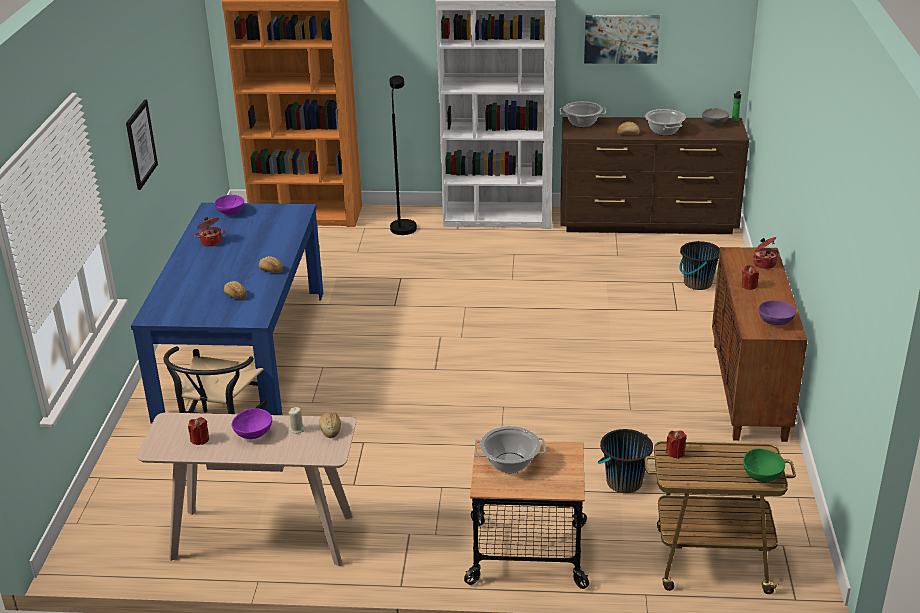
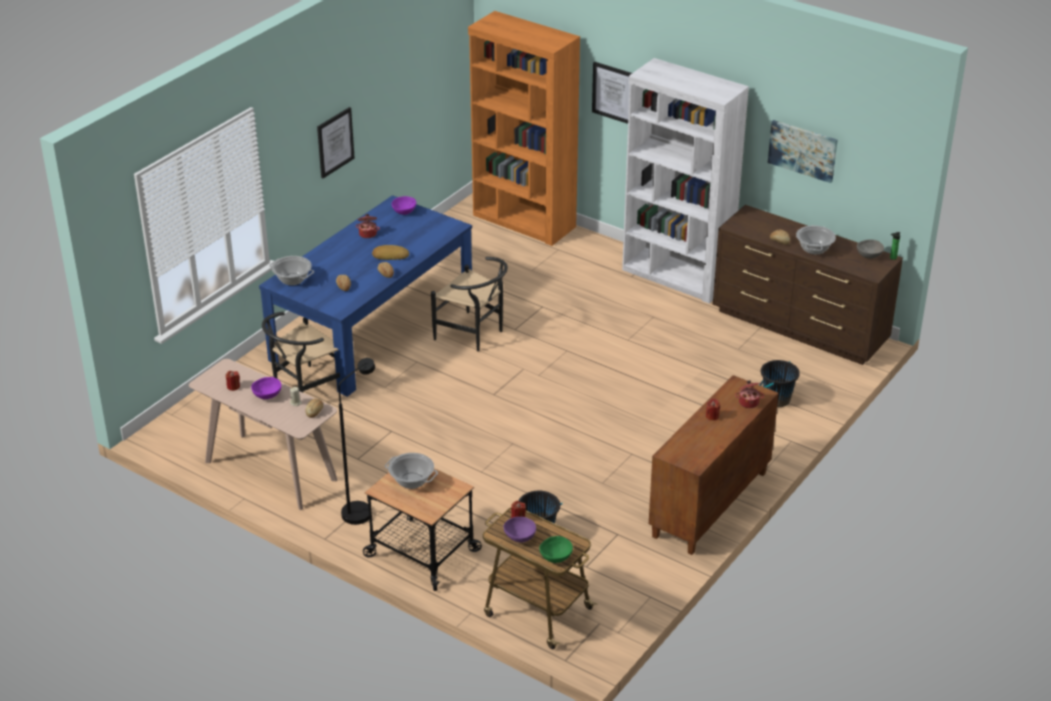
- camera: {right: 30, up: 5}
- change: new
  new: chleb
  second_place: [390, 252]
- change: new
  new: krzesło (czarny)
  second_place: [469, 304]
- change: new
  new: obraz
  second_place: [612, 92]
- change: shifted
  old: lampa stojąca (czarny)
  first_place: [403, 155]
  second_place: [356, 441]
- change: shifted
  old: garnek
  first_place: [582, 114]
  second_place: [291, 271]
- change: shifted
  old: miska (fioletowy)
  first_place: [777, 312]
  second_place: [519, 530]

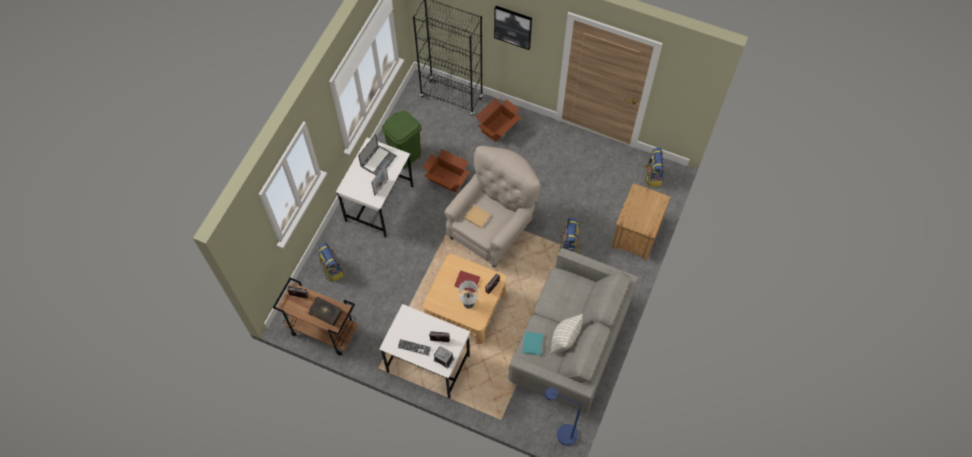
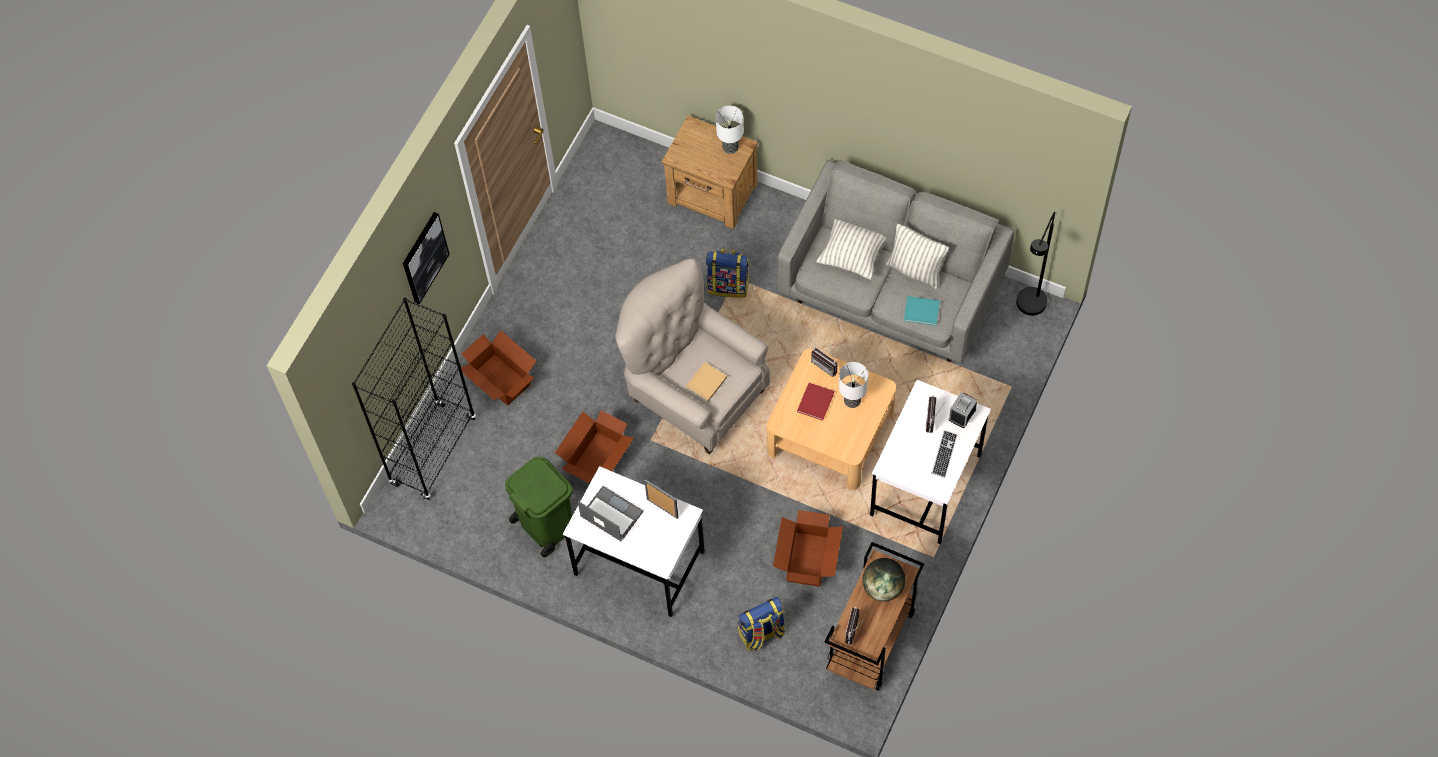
- camera: {right: -85, up: 0}
- change: gone
  old: plecak
  first_place: [654, 167]
- change: new
  new: lampa stołowa
  second_place: [730, 130]
- change: new
  new: karton
  second_place: [808, 548]
- change: new
  new: poduszka
  second_place: [851, 249]
- change: swapped
  old: książka
  new: globus
  first_place: [325, 311]
  second_place: [884, 580]
- change: repainted
  old: lampa stojąca (niebieski)
  new: lampa stojąca (czarny)
  first_place: [563, 416]
  second_place: [1035, 264]

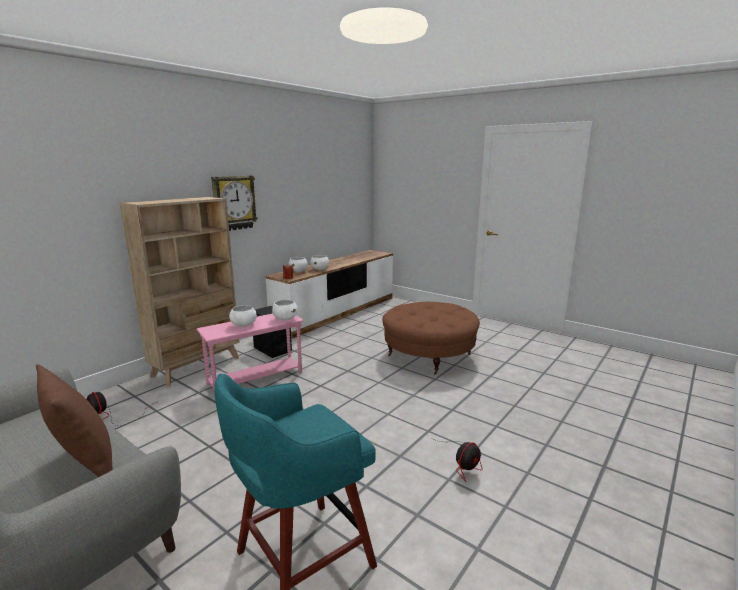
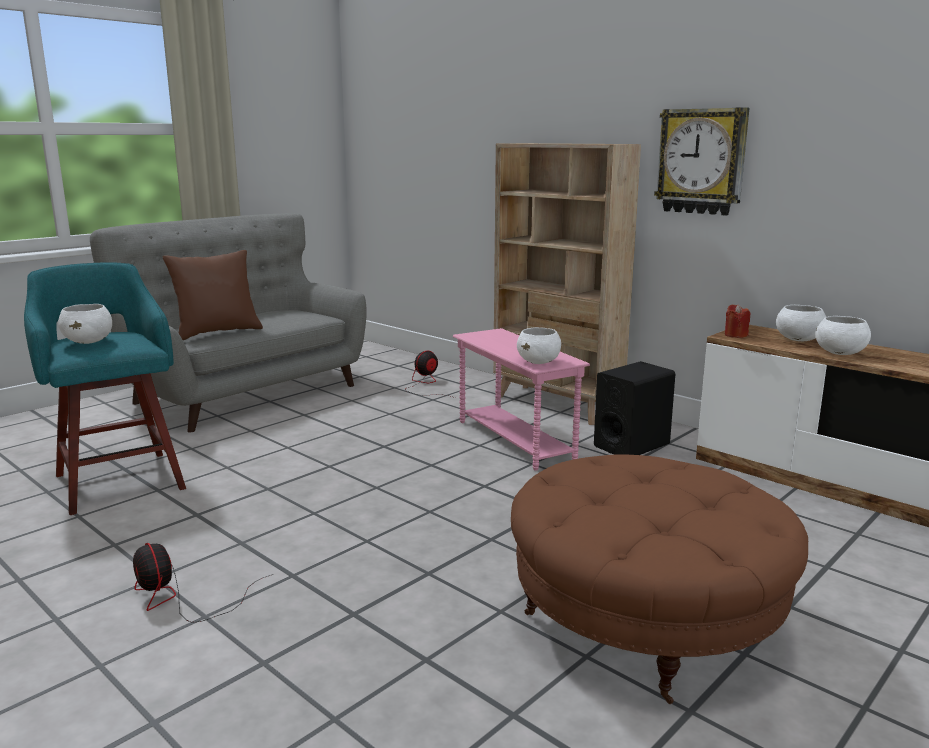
- camera: {right: 95, up: 0}
- change: shifted
  old: miska (biały)
  first_place: [243, 316]
  second_place: [85, 324]

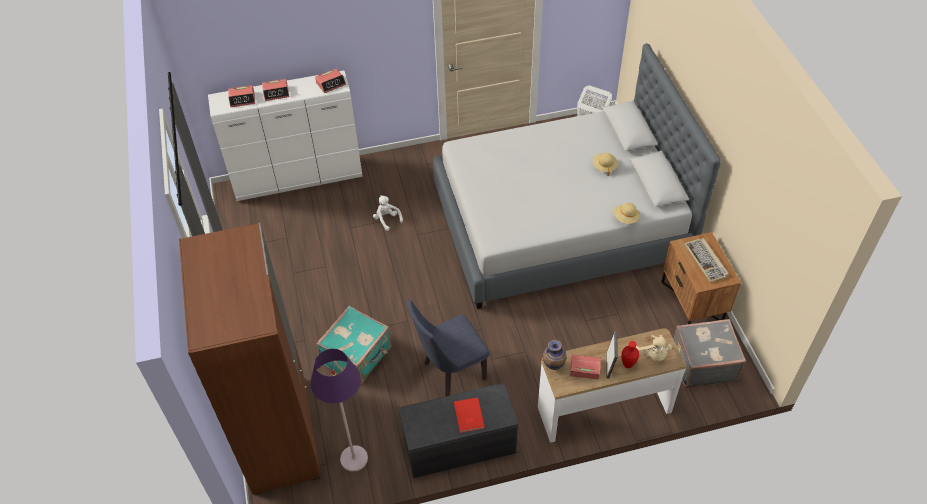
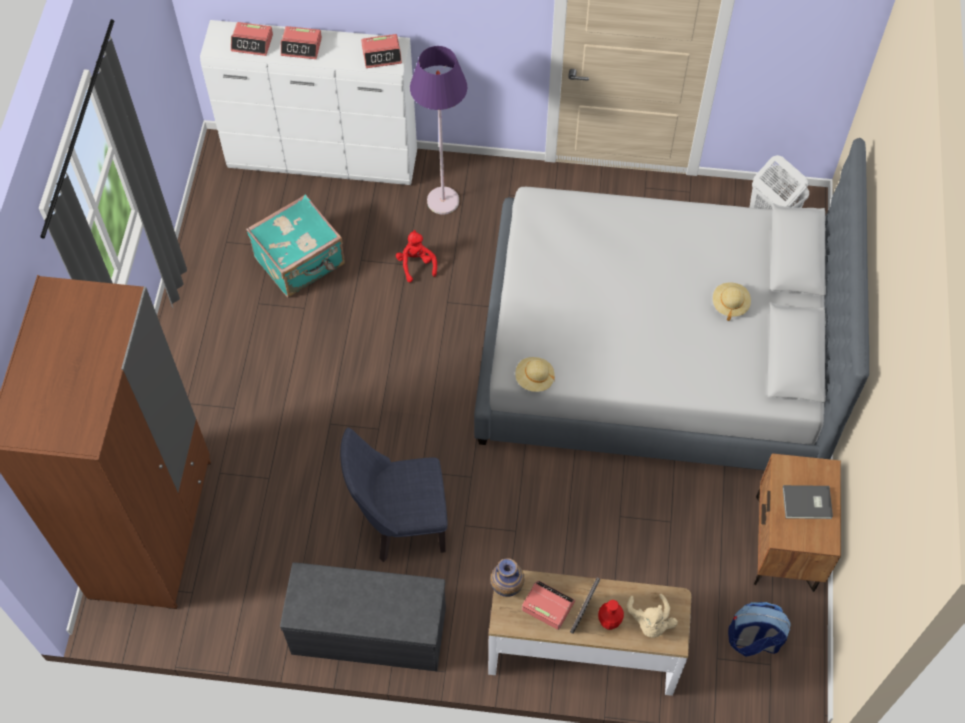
- camera: {right: 20, up: 10}
- change: gone
  old: książka (czerwony)
  first_place: [469, 415]
- change: shifted
  old: lampa stojąca (fioletowy)
  first_place: [339, 410]
  second_place: [438, 130]
- change: shifted
  old: walizka (turkusowy)
  first_place: [354, 345]
  second_place: [295, 246]
- change: shifted
  old: kapelusz (beżowy)
  first_place: [627, 213]
  second_place: [535, 374]
- change: swapped
  old: walizka (szary)
  new: plecak
  first_place: [709, 353]
  second_place: [759, 629]
- change: swapped
  old: klawiatura
  new: książka (szary)
  first_place: [706, 260]
  second_place: [808, 502]
- change: repainted
  old: pluszak (biały)
  new: pluszak (czerwony)
  first_place: [388, 213]
  second_place: [416, 256]

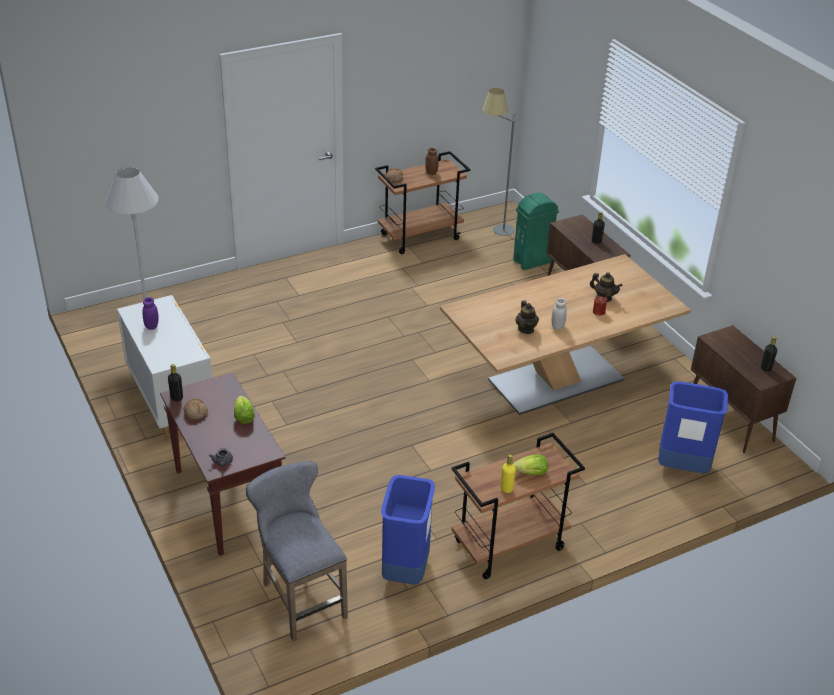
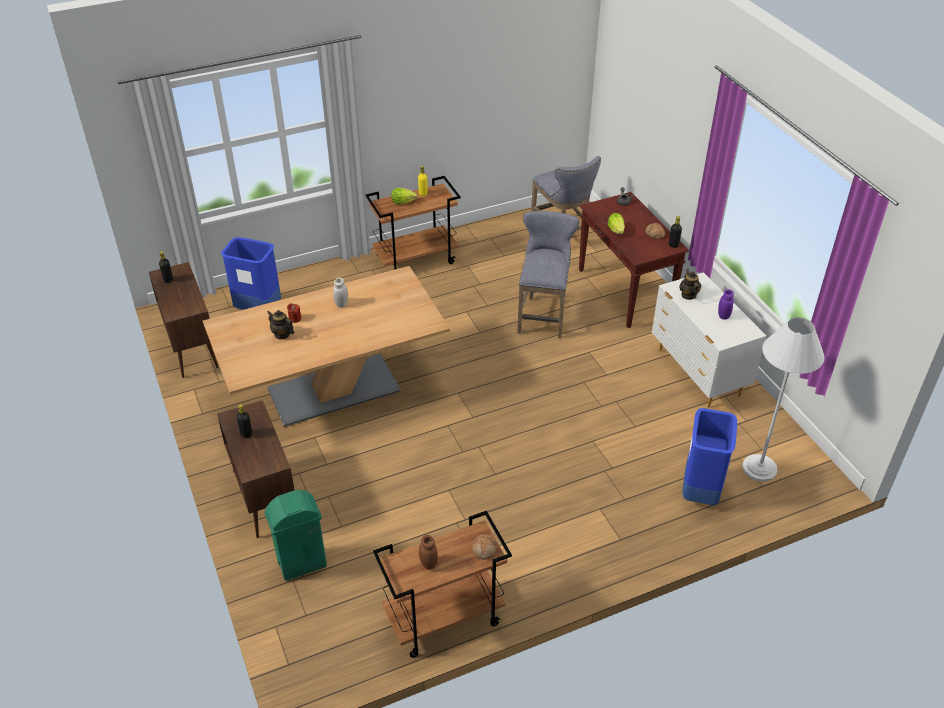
- camera: {right: -175, up: 5}
- change: gone
  old: lampa stojąca (szary)
  first_place: [498, 162]
- change: new
  new: stołek (szary)
  second_place: [548, 275]
- change: shifted
  old: kosz na śmieci (niebieski)
  first_place: [408, 530]
  second_place: [710, 456]
- change: shifted
  old: imbryk
  first_place: [527, 317]
  second_place: [690, 284]

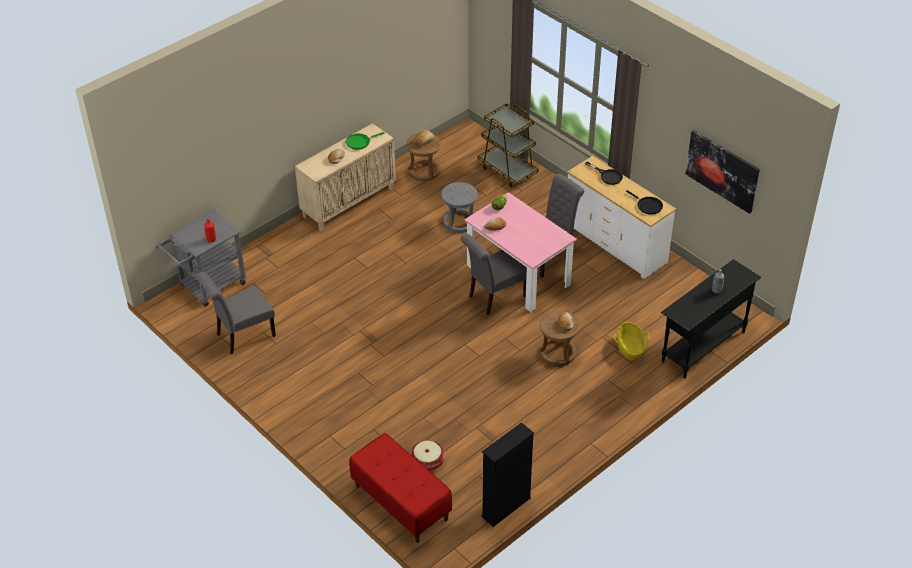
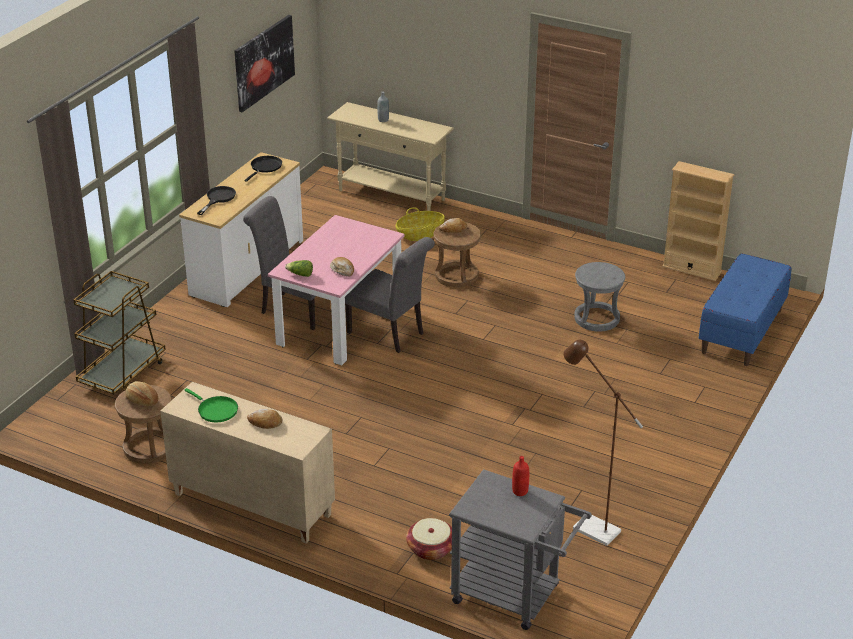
- camera: {right: -110, up: -10}
- change: shifted
  old: koszyk
  first_place: [427, 455]
  second_place: [429, 539]
- change: shifted
  old: stołek (szary)
  first_place: [459, 207]
  second_place: [599, 297]
- change: swapped
  old: krzesło (szary)
  new: lampa stojąca (brązowy)
  first_place: [236, 313]
  second_place: [603, 443]
- change: repainted
  old: ławka (czerwony)
  new: ławka (niebieski)
  first_place: [400, 488]
  second_place: [745, 309]
- change: repainted
  old: regał (czarny)
  new: regał (beżowy)
  first_place: [507, 474]
  second_place: [698, 221]
- change: repainted
  old: stolik konsolowy (czarny)
  new: stolik konsolowy (beżowy)
  first_place: [711, 318]
  second_place: [390, 156]

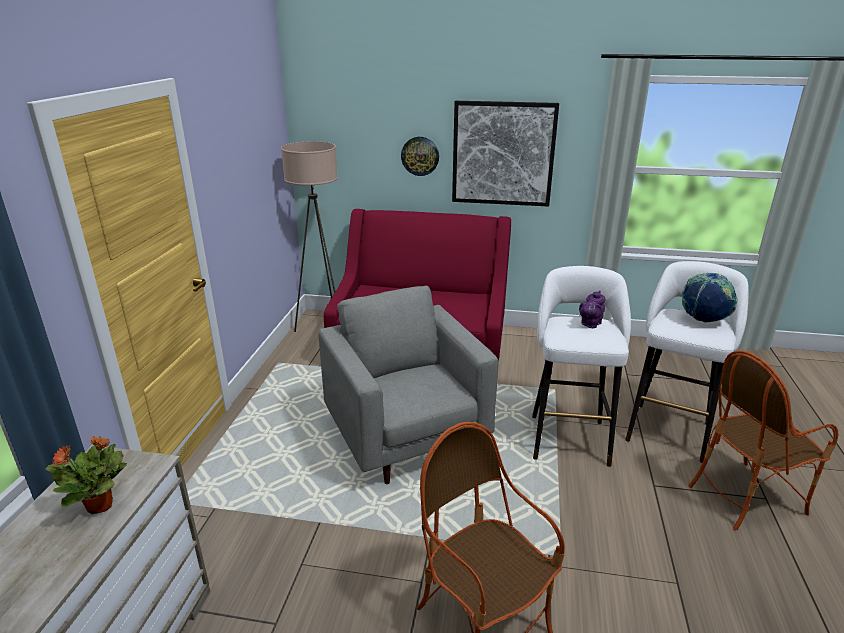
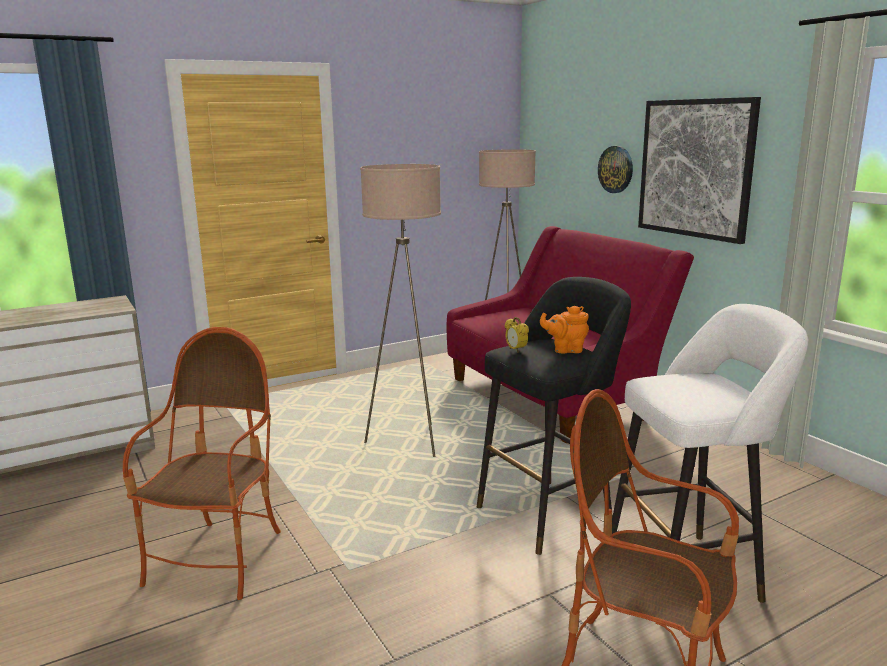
- camera: {right: 50, up: -10}
- change: gone
  old: roślina doniczkowa
  first_place: [86, 475]
- change: gone
  old: globus
  first_place: [710, 298]
- change: new
  new: budzik
  second_place: [517, 335]
- change: swapped
  old: fotel (szary)
  new: lampa stojąca (beżowy)
  first_place: [408, 385]
  second_place: [400, 310]
- change: repainted
  old: stołek (biały)
  new: stołek (czarny)
  first_place: [581, 366]
  second_place: [554, 416]
- change: repainted
  old: imbryk (fioletowy)
  new: imbryk (pomarańczowy)
  first_place: [592, 309]
  second_place: [564, 330]

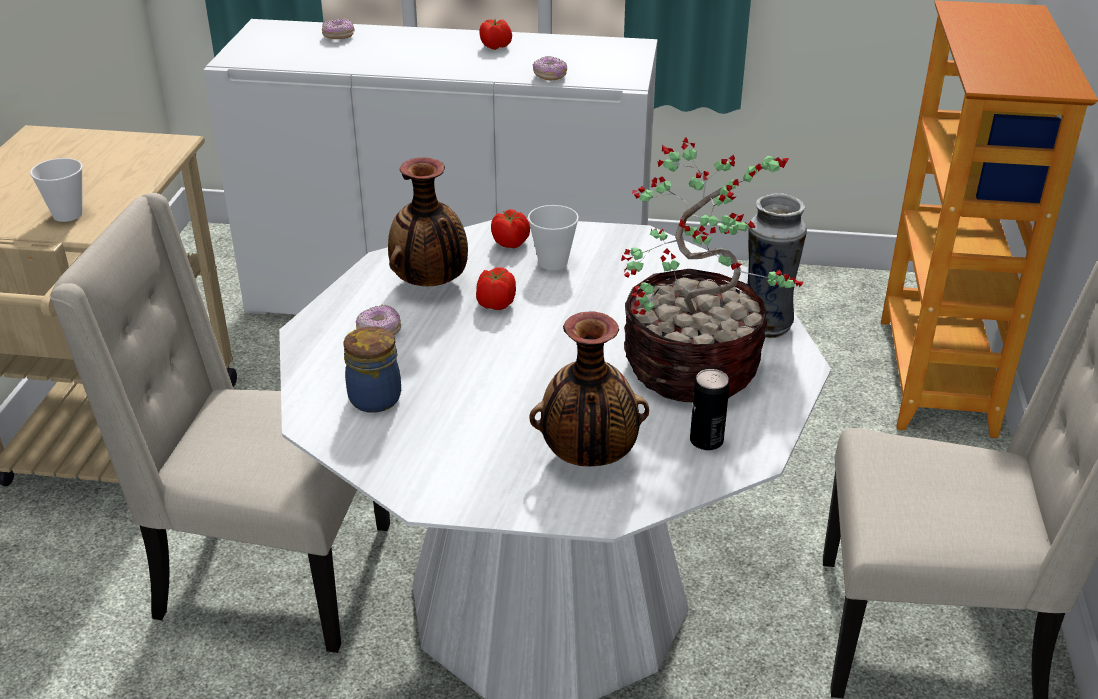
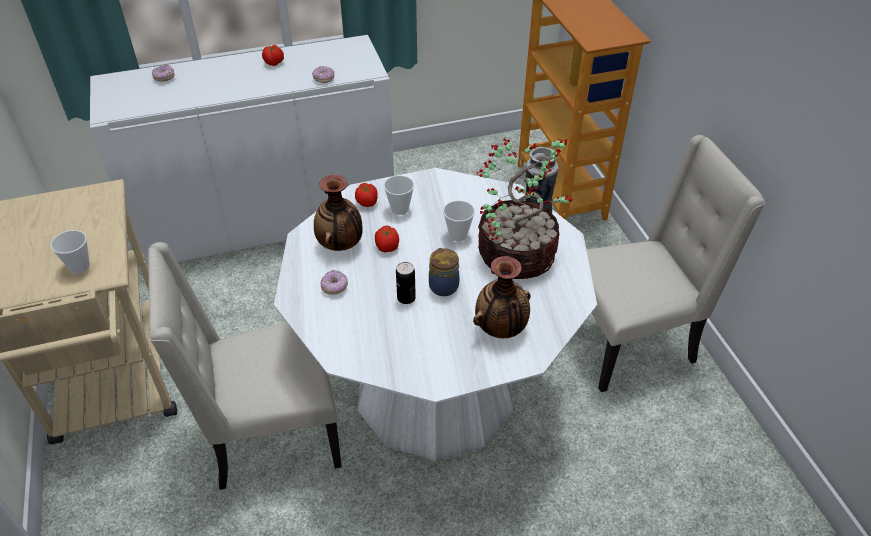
- camera: {right: -25, up: 10}
- change: new
  new: filiżanka
  second_place: [459, 220]
- change: shifted
  old: słoik
  first_place: [372, 369]
  second_place: [444, 272]
- change: shifted
  old: puszka
  first_place: [709, 409]
  second_place: [406, 283]

